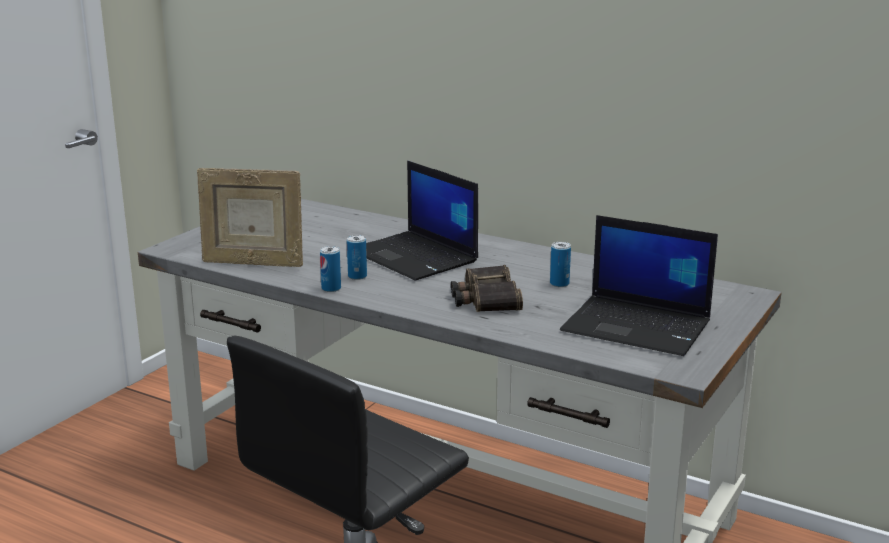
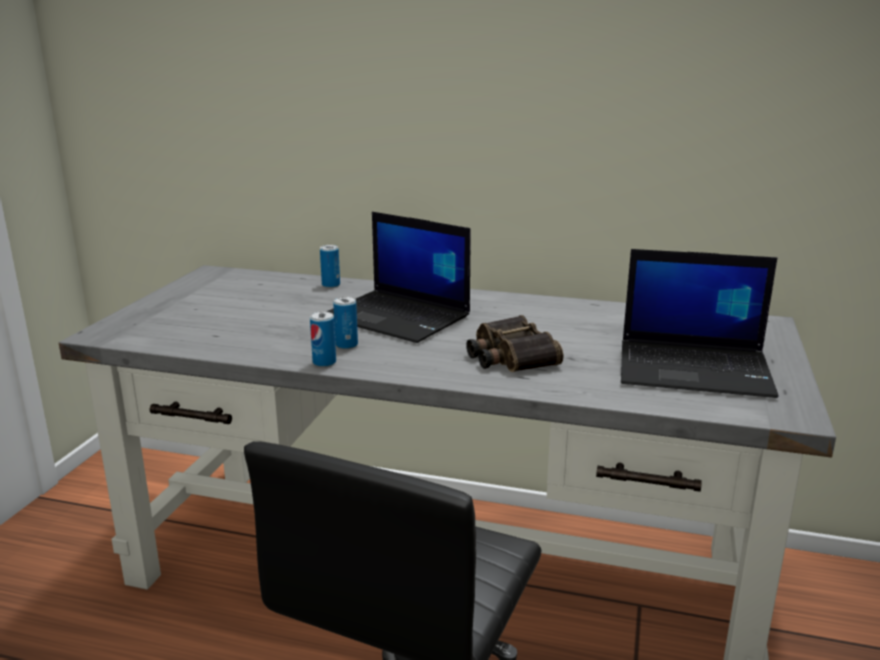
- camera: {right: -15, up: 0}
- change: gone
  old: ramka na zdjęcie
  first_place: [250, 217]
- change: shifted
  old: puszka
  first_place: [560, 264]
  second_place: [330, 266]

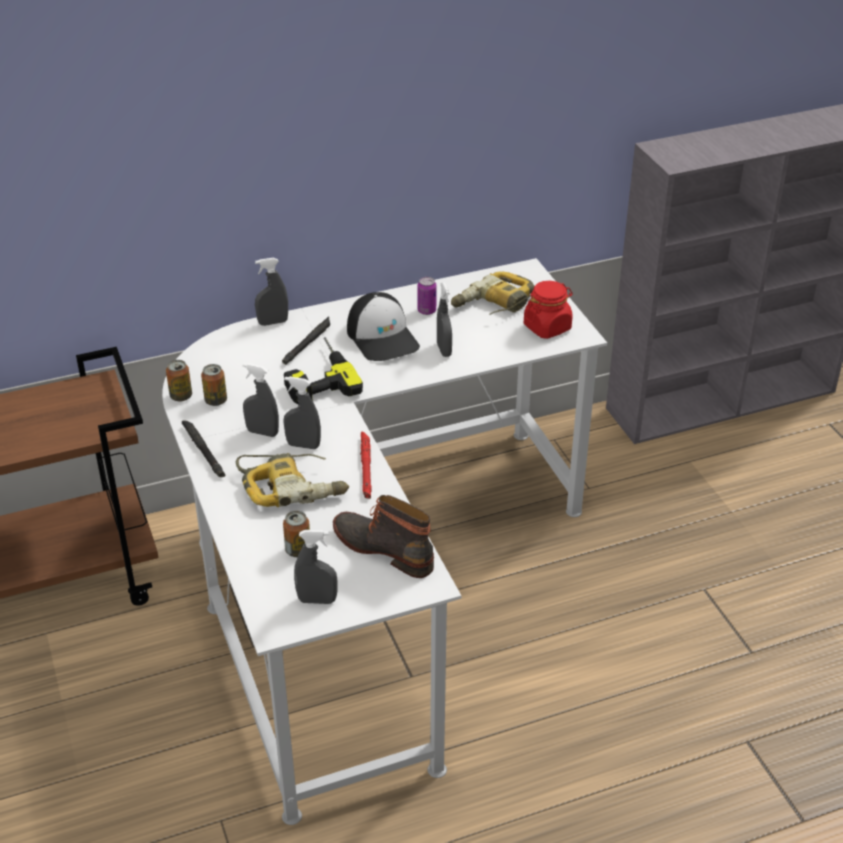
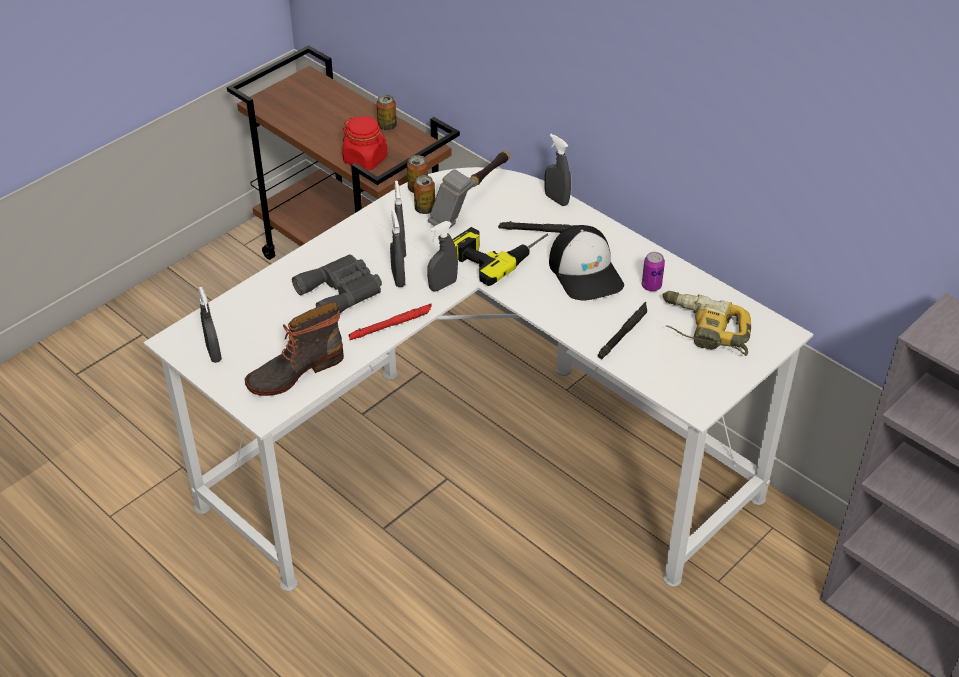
- camera: {right: 65, up: 5}
- change: new
  new: młotek
  second_place: [469, 190]
- change: shifted
  old: latarka (czarny)
  first_place: [204, 448]
  second_place: [622, 331]
- change: shifted
  old: puszka
  first_place: [296, 534]
  second_place: [386, 113]
- change: shifted
  old: spryskiwacz (szary)
  first_place: [444, 319]
  second_place: [442, 256]
- change: shifted
  old: słoik (czerwony)
  first_place: [548, 310]
  second_place: [365, 143]
- change: swapped
  old: wiertarka
  new: lornetka (szary)
  first_place: [292, 480]
  second_place: [337, 283]
- change: rotated
  old: but z cholewką
  first_place: [383, 536]
  second_place: [294, 349]
  degrees: -135
- change: rotated
  old: czapka z daszkiem
  first_place: [383, 326]
  second_place: [586, 262]
  degrees: -60

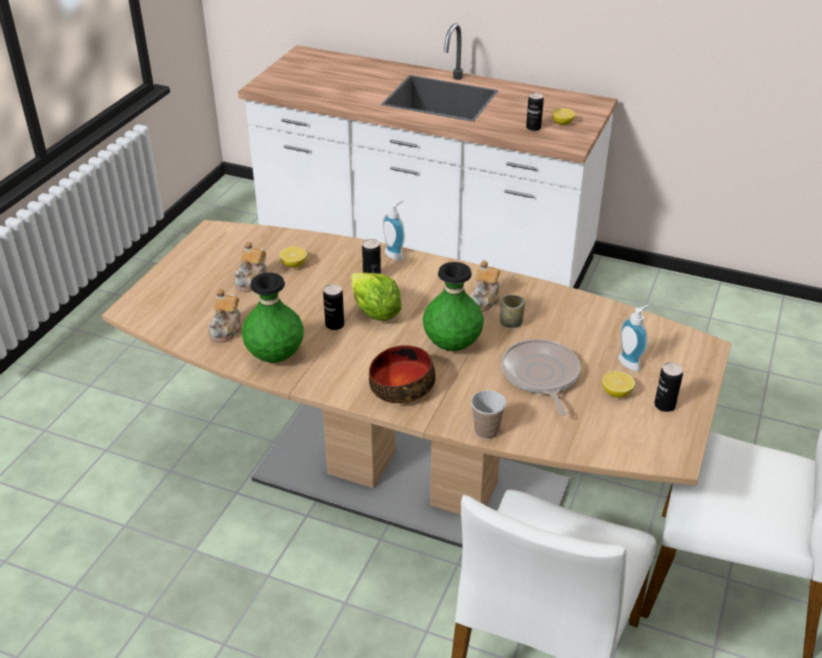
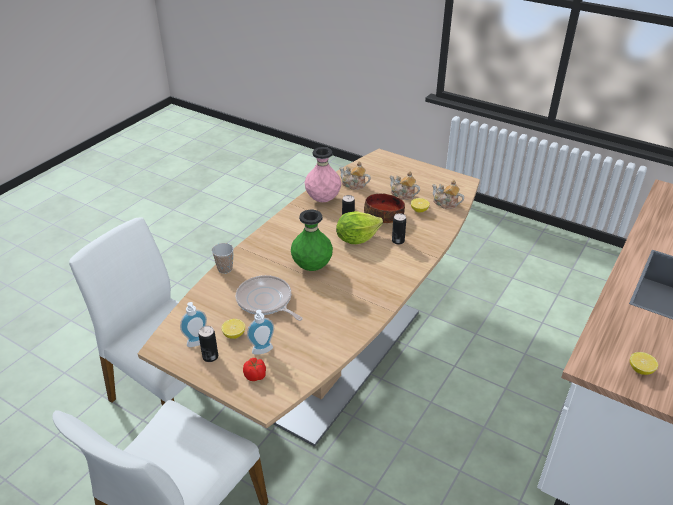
- camera: {right: 100, up: 0}
- change: gone
  old: filiżanka
  first_place: [512, 311]
- change: gone
  old: puszka
  first_place: [535, 112]
- change: new
  new: pomidor
  second_place: [254, 369]
- change: shifted
  old: miska
  first_place: [402, 374]
  second_place: [384, 208]
- change: shifted
  old: dozownik mydła
  first_place: [394, 231]
  second_place: [193, 324]
- change: shifted
  old: imbryk
  first_place: [484, 286]
  second_place: [448, 194]
- change: repainted
  old: wazon (zielony)
  new: wazon (różowy)
  first_place: [272, 318]
  second_place: [323, 174]
- change: rotated
  old: patelnia
  first_place: [540, 377]
  second_place: [269, 298]
  degrees: -135

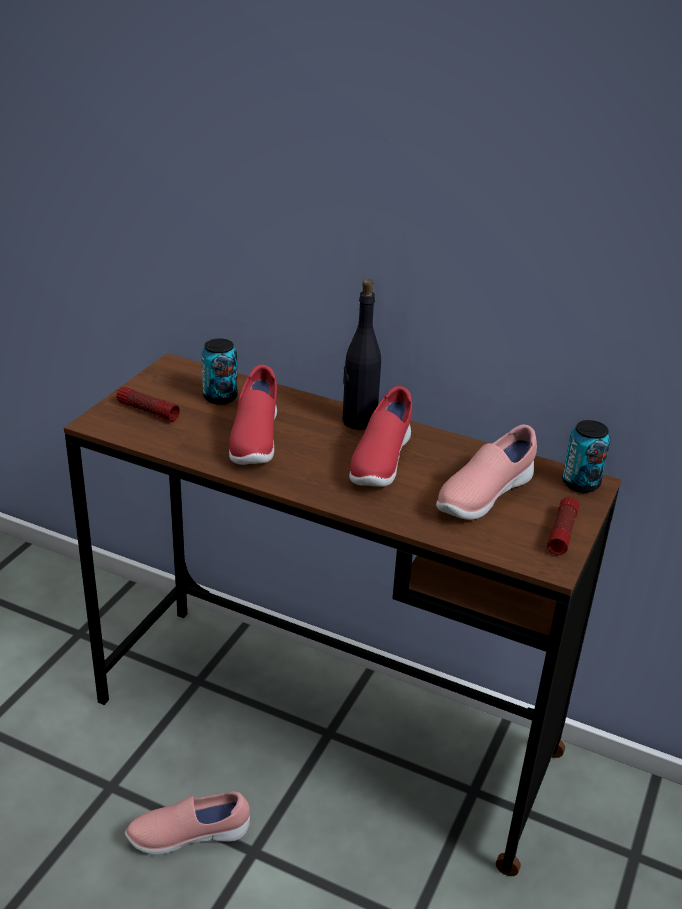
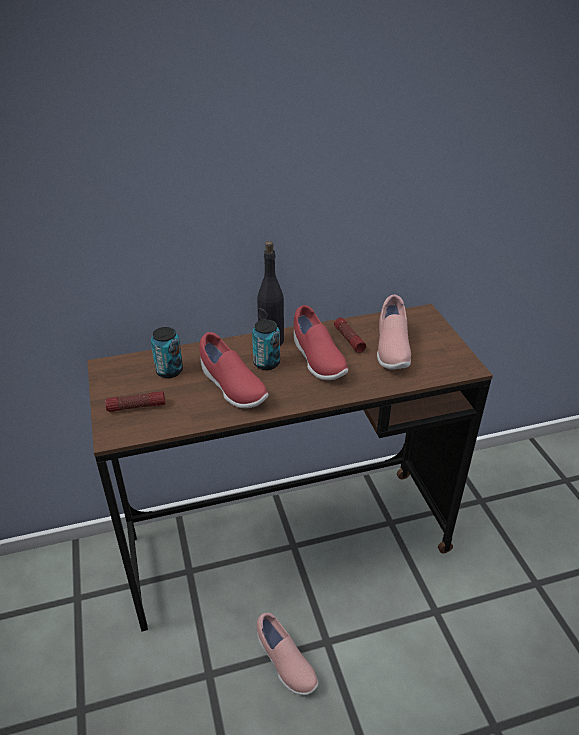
- camera: {right: -40, up: 5}
- change: shifted
  old: latarka
  first_place: [563, 526]
  second_place: [350, 335]
- change: shifted
  old: puszka
  first_place: [586, 456]
  second_place: [266, 345]
- change: rotated
  old: but (różowy)
  first_place: [187, 823]
  second_place: [287, 654]
  degrees: -75

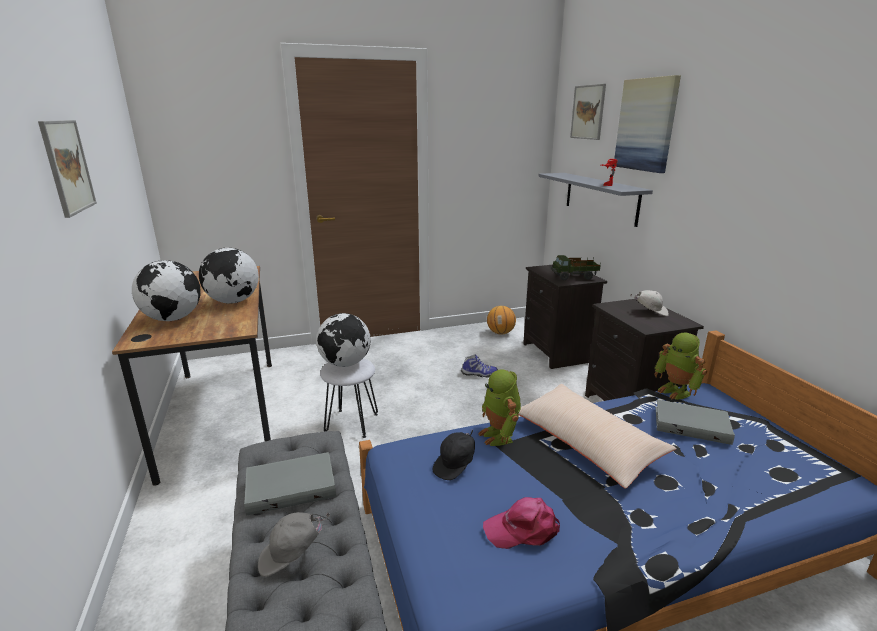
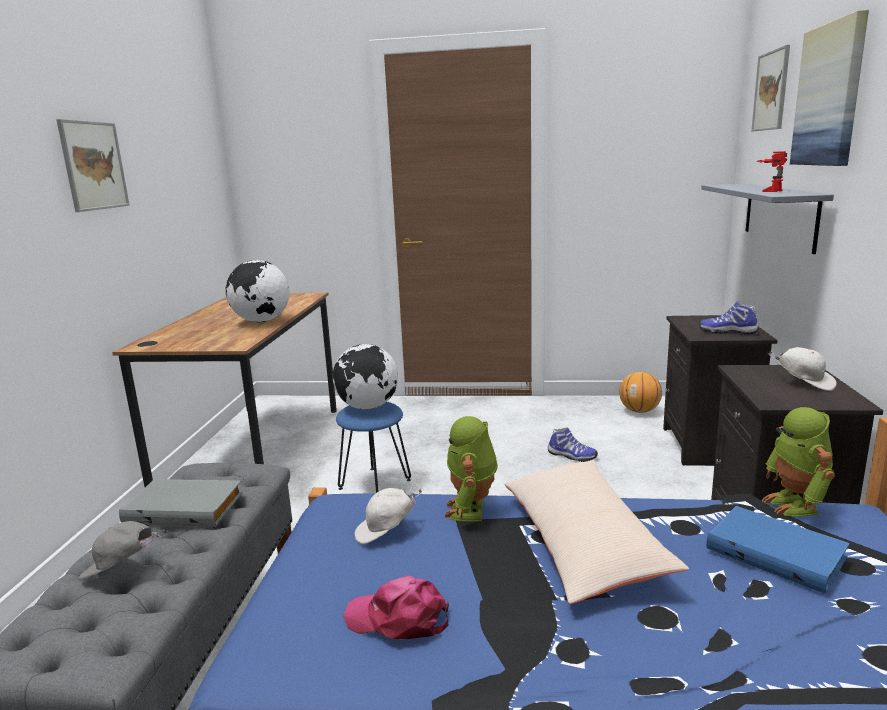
- camera: {right: 25, up: -5}
- change: gone
  old: globus
  first_place: [166, 290]
- change: swapped
  old: ciężarówka zabawkowa
  new: but
  first_place: [576, 267]
  second_place: [729, 318]
- change: repainted
  old: stołek (biały)
  new: stołek (niebieski)
  first_place: [349, 398]
  second_place: [373, 447]
- change: repainted
  old: czapka z daszkiem (czarny)
  new: czapka z daszkiem (biały)
  first_place: [454, 455]
  second_place: [388, 516]
- change: repainted
  old: książka (szary)
  new: książka (niebieski)
  first_place: [695, 422]
  second_place: [778, 550]

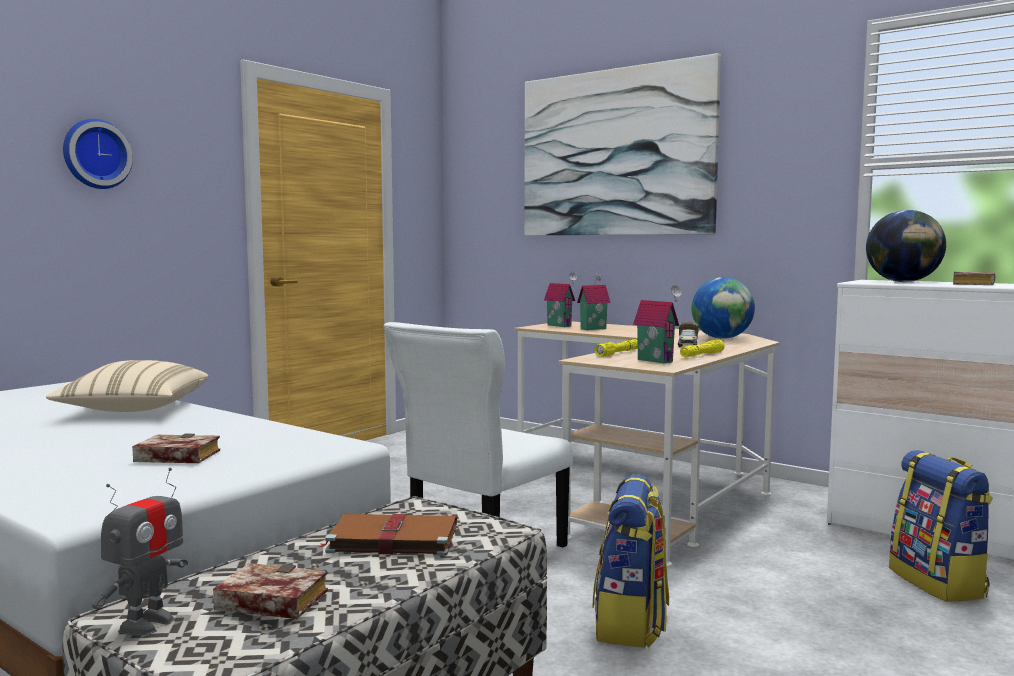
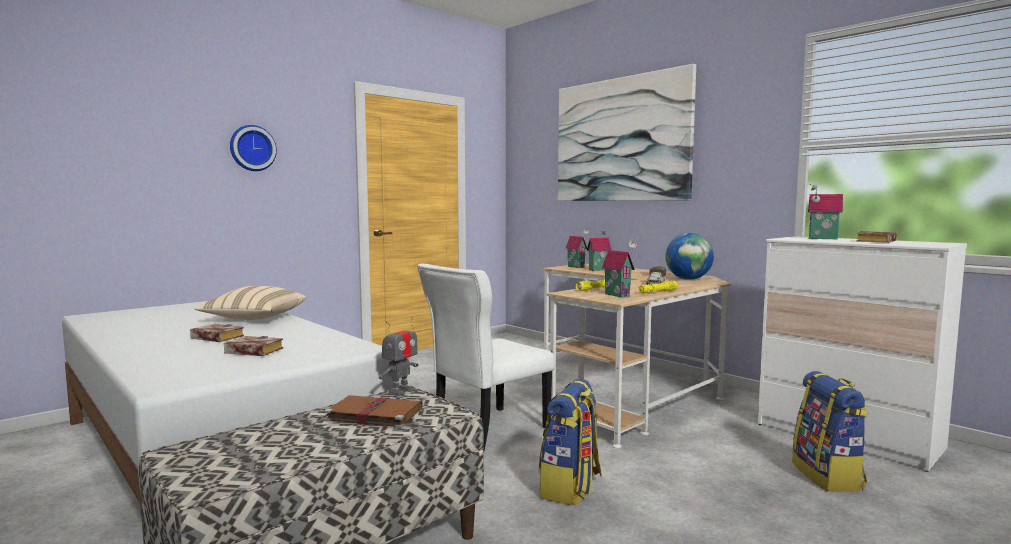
- camera: {right: 10, up: 0}
- change: shifted
  old: robot zabawkowy
  first_place: [140, 552]
  second_place: [398, 356]
- change: shifted
  old: książka
  first_place: [270, 591]
  second_place: [217, 333]
- change: swapped
  old: globus
  new: domek
  first_place: [906, 246]
  second_place: [825, 210]

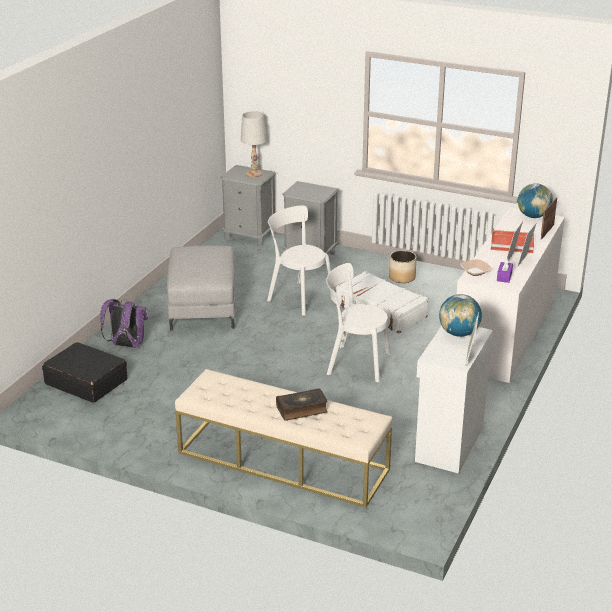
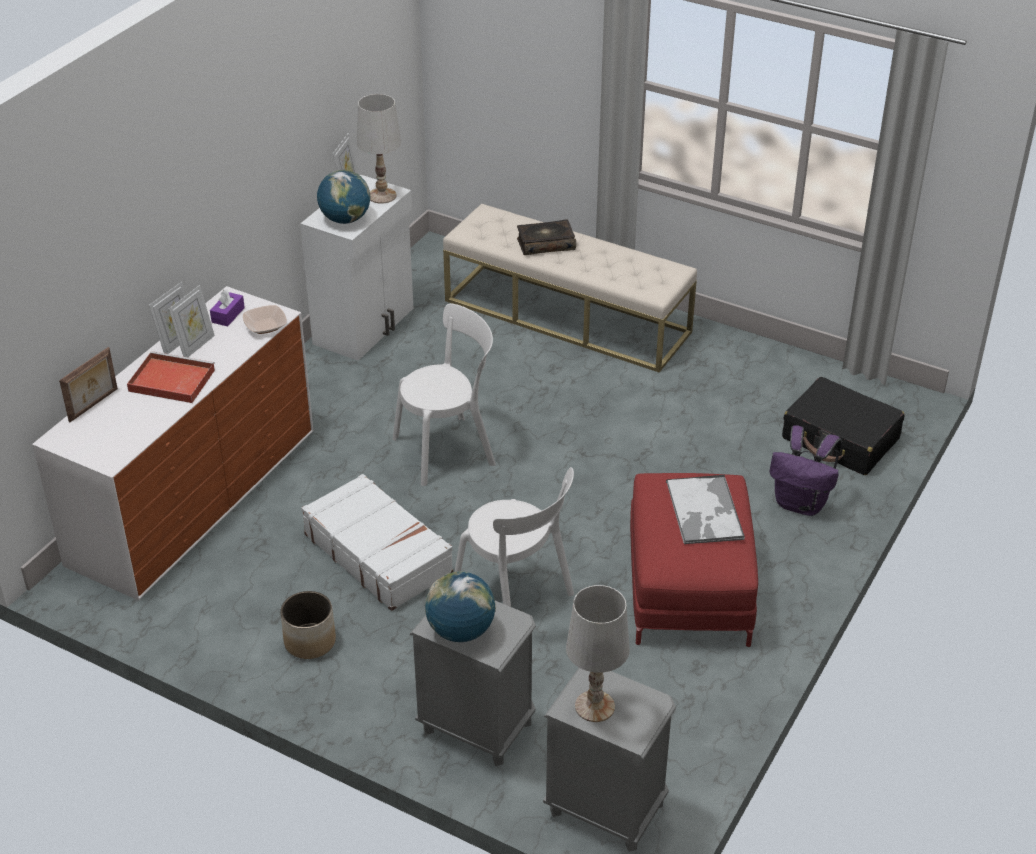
- camera: {right: -175, up: 10}
- change: new
  new: lampa stołowa (biały)
  second_place: [379, 149]
- change: new
  new: taca
  second_place: [705, 510]
- change: shifted
  old: globus
  first_place: [535, 200]
  second_place: [460, 606]
- change: repainted
  old: pufa (szary)
  new: pufa (czerwony)
  first_place: [201, 288]
  second_place: [694, 560]
- change: rotated
  old: krzesło (biały)
  first_place: [358, 322]
  second_place: [444, 395]
  degrees: -45

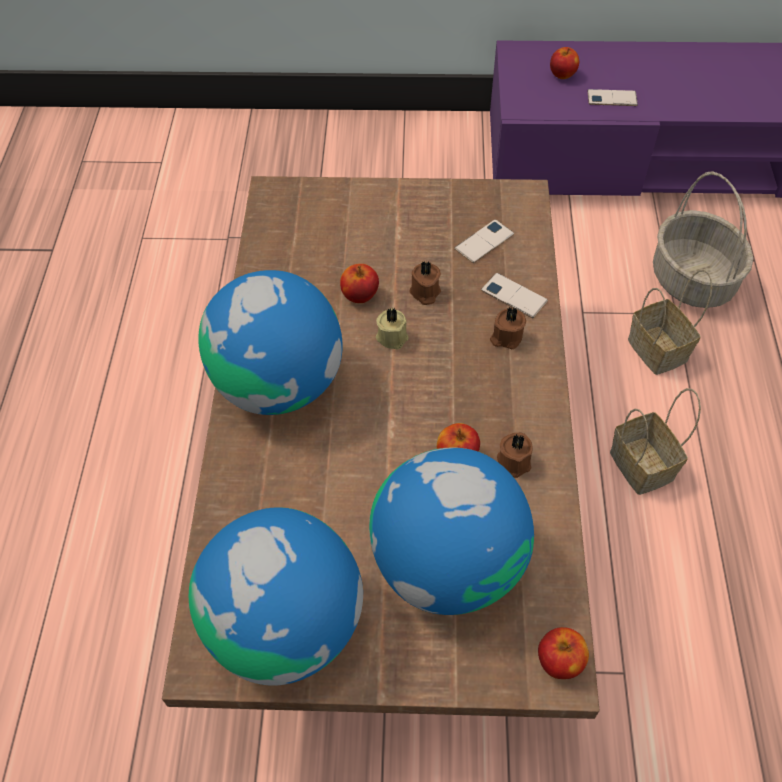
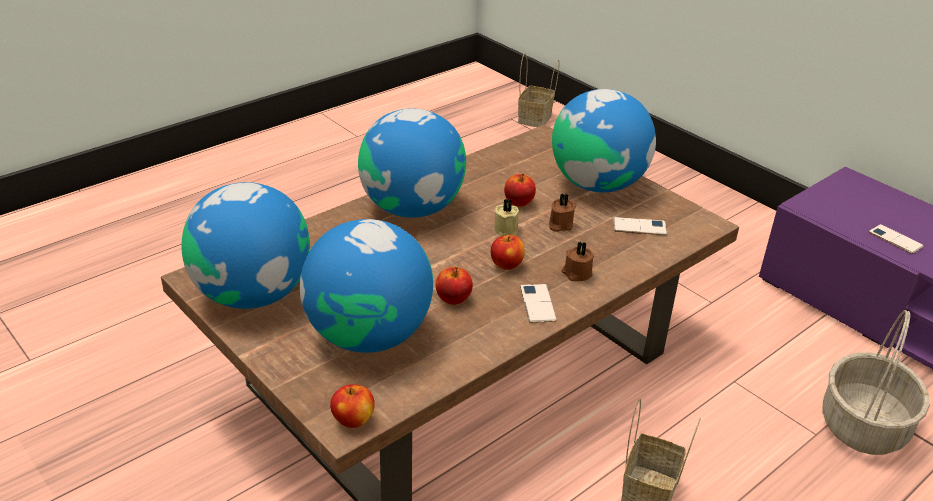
- camera: {right: 45, up: -20}
- change: gone
  old: świeca (brązowy)
  first_place: [515, 455]
- change: new
  new: globus
  second_place: [604, 140]
- change: shifted
  old: telefon
  first_place: [514, 295]
  second_place: [538, 303]
- change: shifted
  old: jabłko
  first_place: [564, 63]
  second_place: [508, 252]
- change: shifted
  old: koszyk
  first_place: [670, 322]
  second_place: [538, 90]

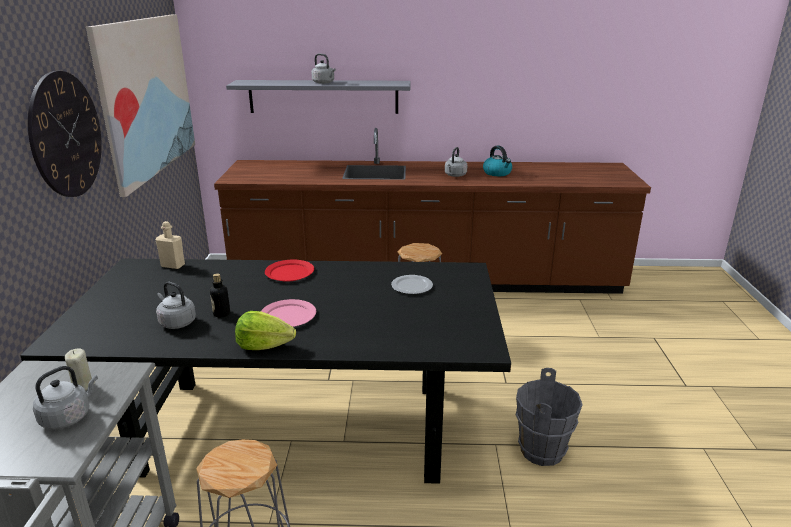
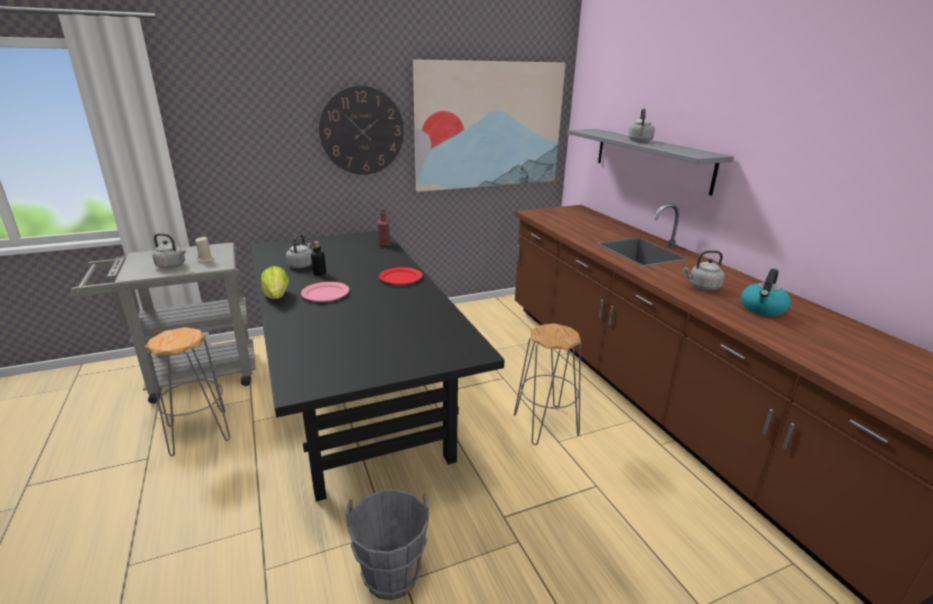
- camera: {right: 65, up: 0}
- change: gone
  old: talerz
  first_place: [412, 284]
- change: repainted
  old: butelka (beżowy)
  new: butelka (czerwony)
  first_place: [170, 245]
  second_place: [384, 227]

